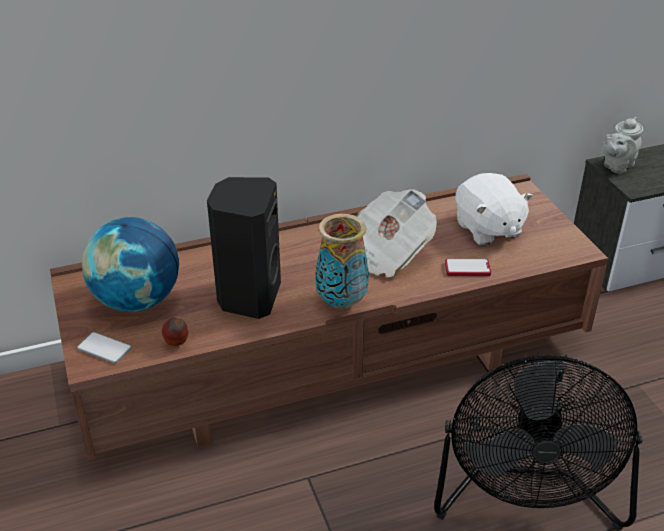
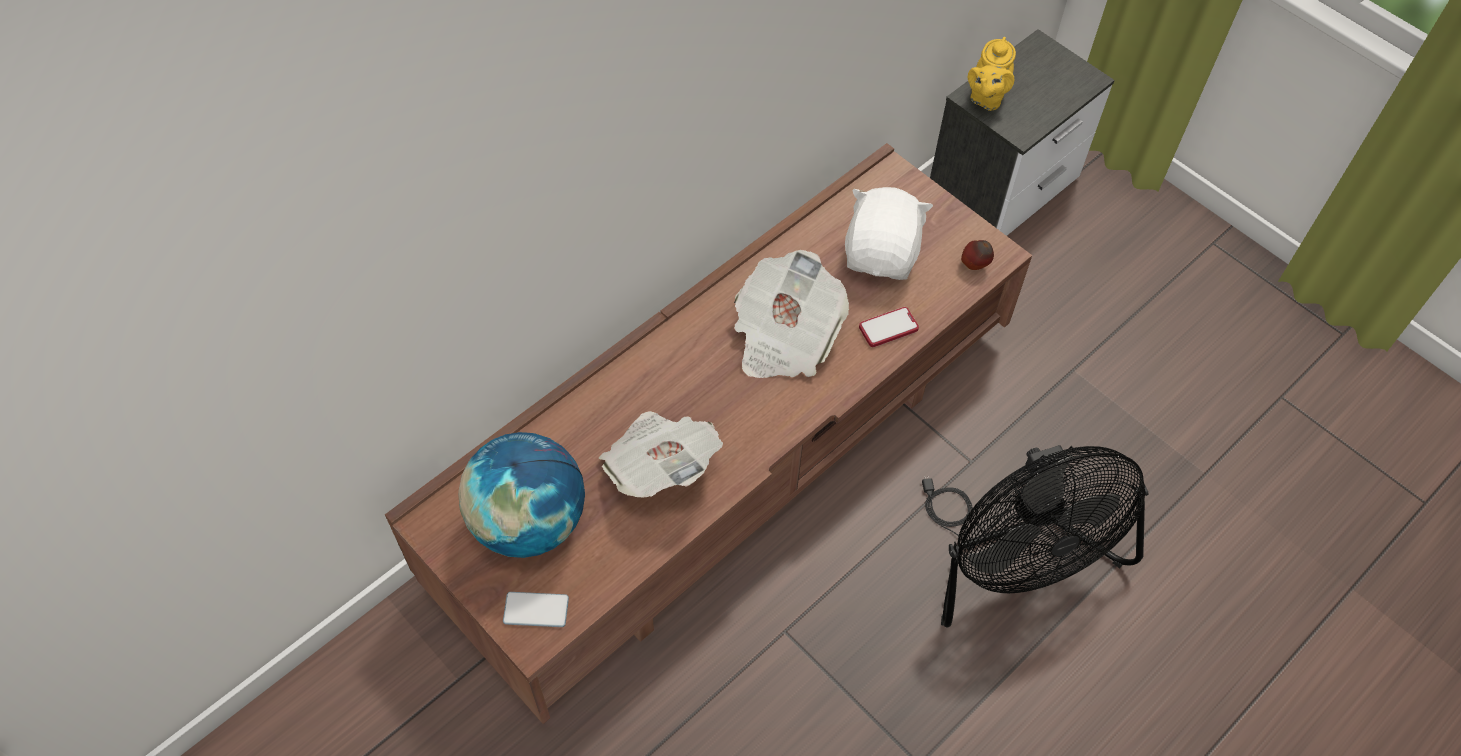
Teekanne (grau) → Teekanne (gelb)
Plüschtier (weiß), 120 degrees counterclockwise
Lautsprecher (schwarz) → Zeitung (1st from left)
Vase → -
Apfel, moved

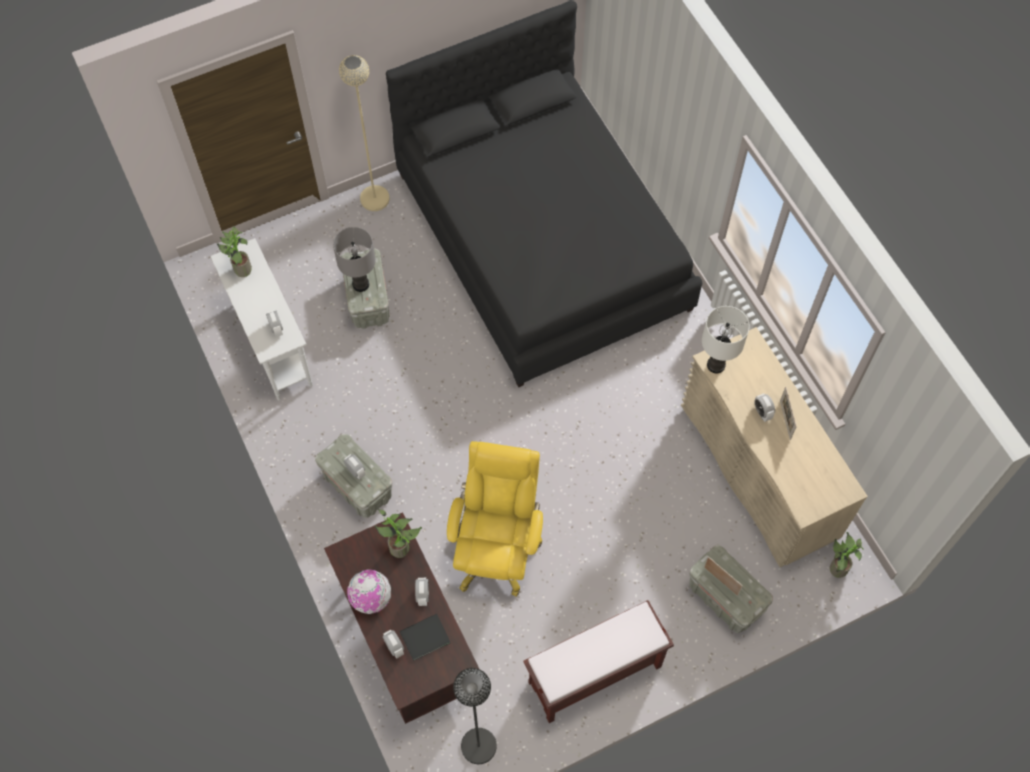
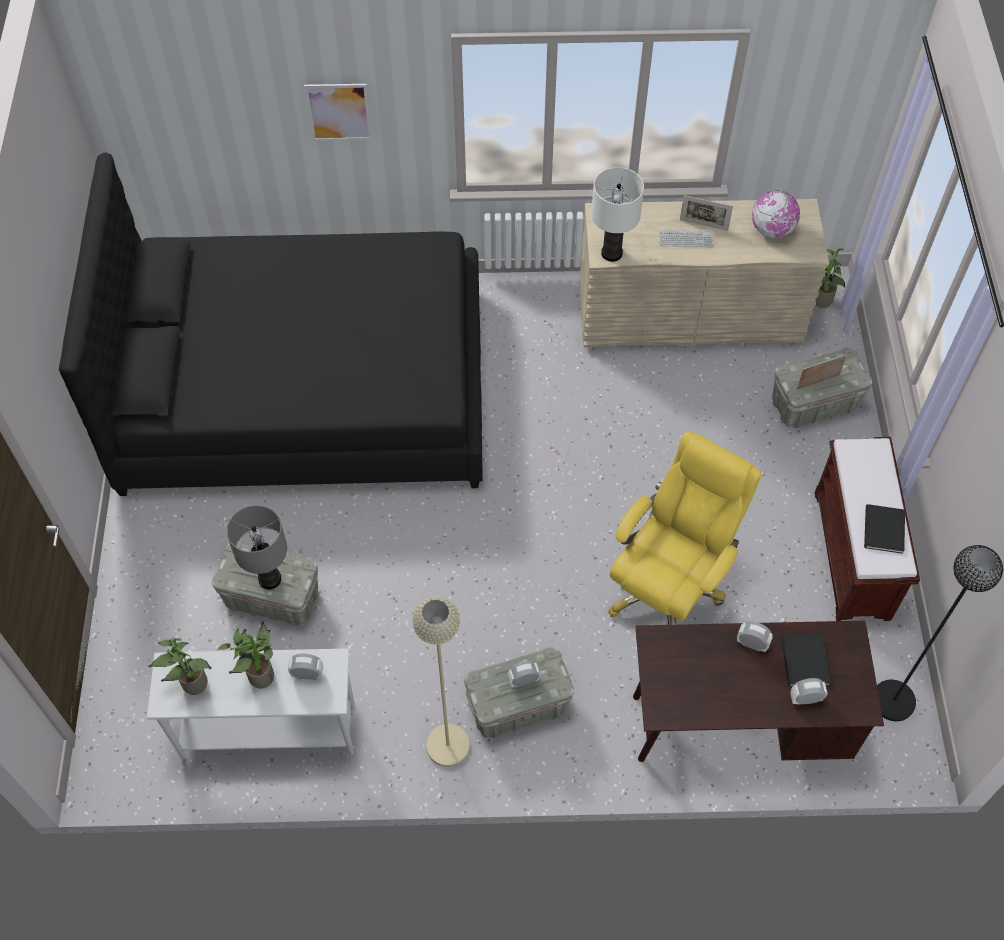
Stehlampe (beige), moved
Wecker (5th from left) → Tastatur
Bürostuhl (gelb), 90 degrees clockwise
Topfpflanze (2nd from left), moved
Globus, moved
- → Bild
- → Buch (schwarz) (2nd from left)

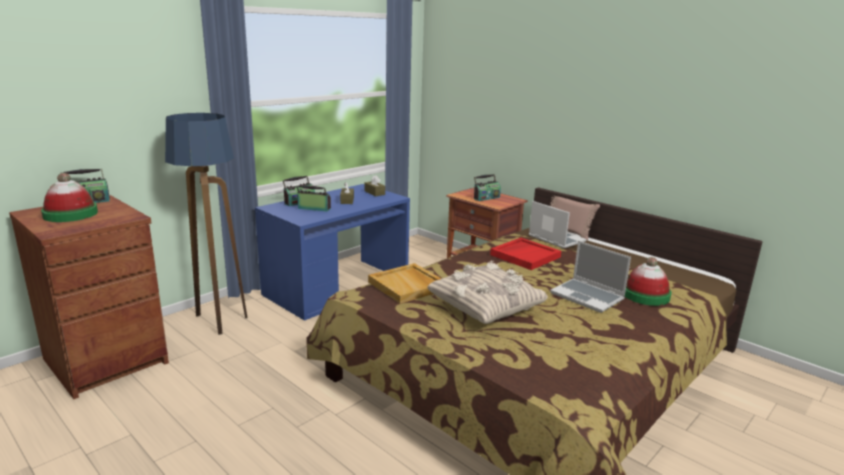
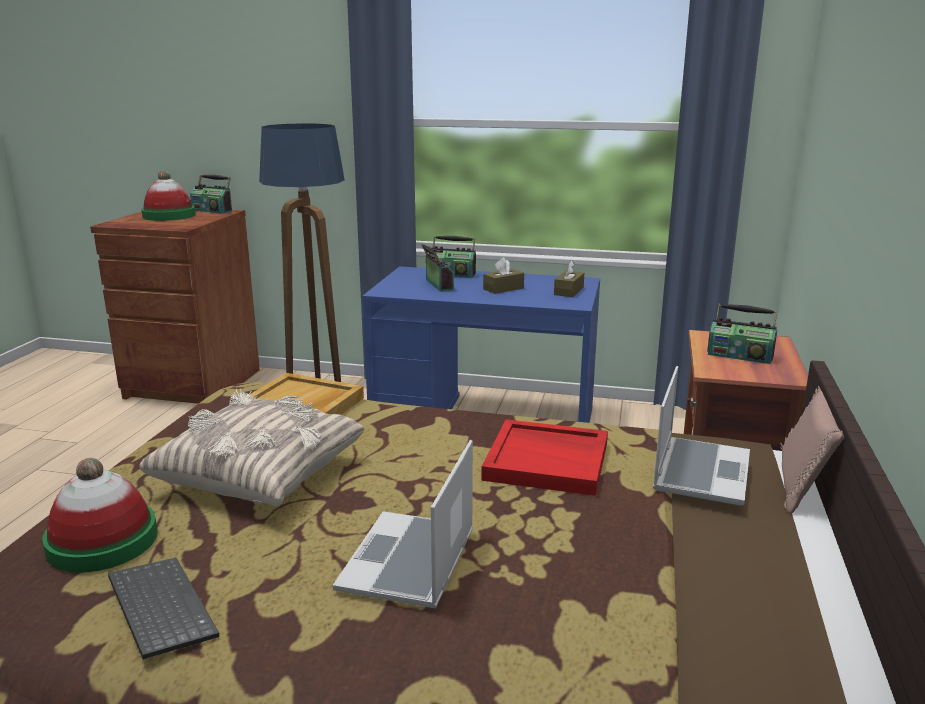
Hut (2nd from left in the first image) → Hut (1st from left), moved
- → Tastatur

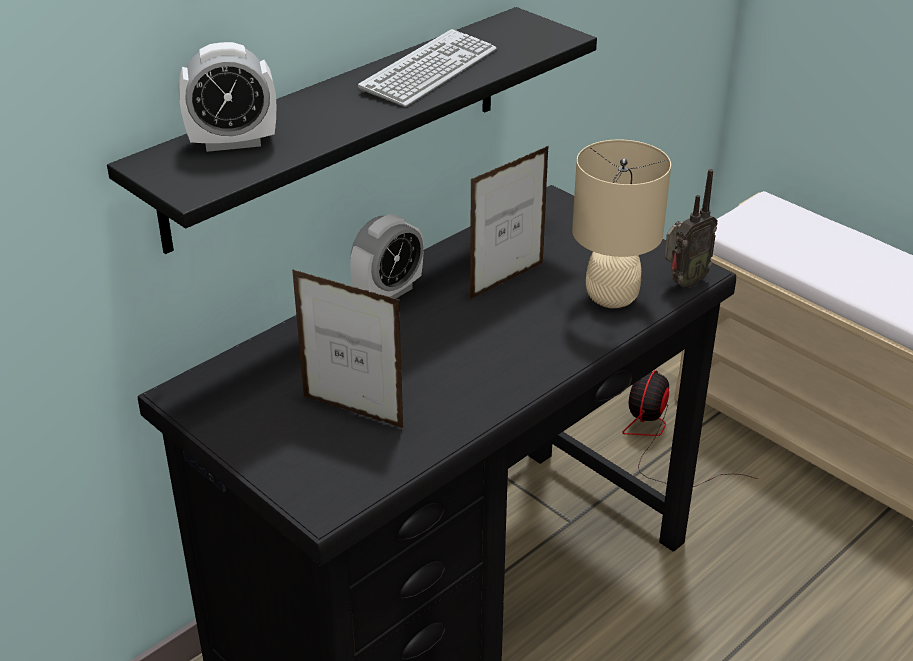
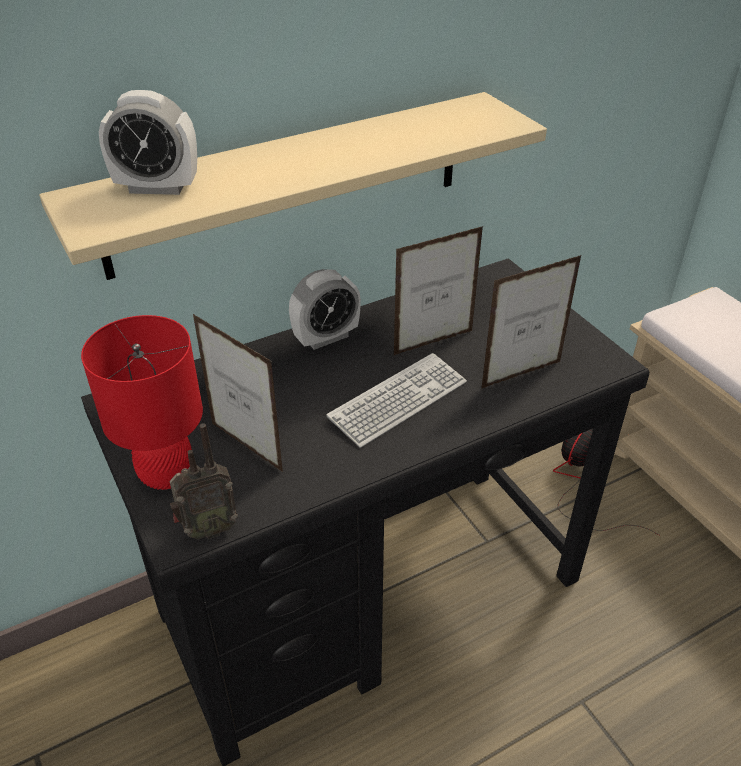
Wandregal (schwarz) → Wandregal (beige)
Tastatur, moved
Tischlampe (beige) → Bilderrahmen (3rd from left)
Radio, moved
- → Tischlampe (rot)

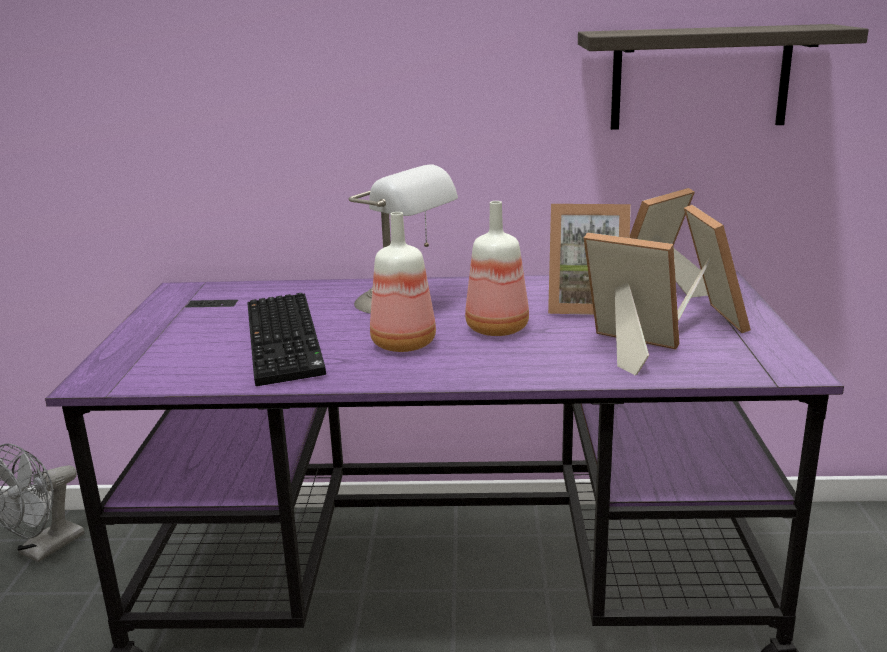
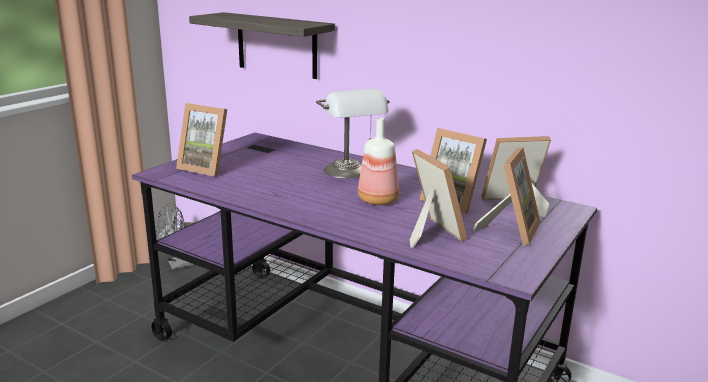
Wandregal, moved
Flasche (1st from left) → -
Tastatur → -
- → Bilderrahmen (1st from left)

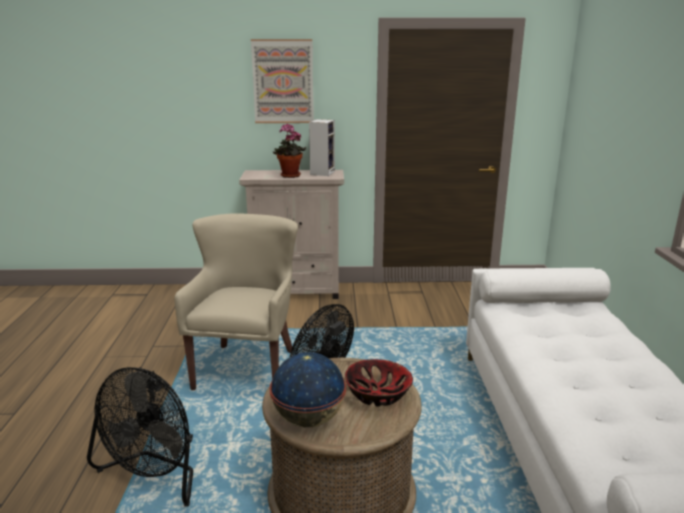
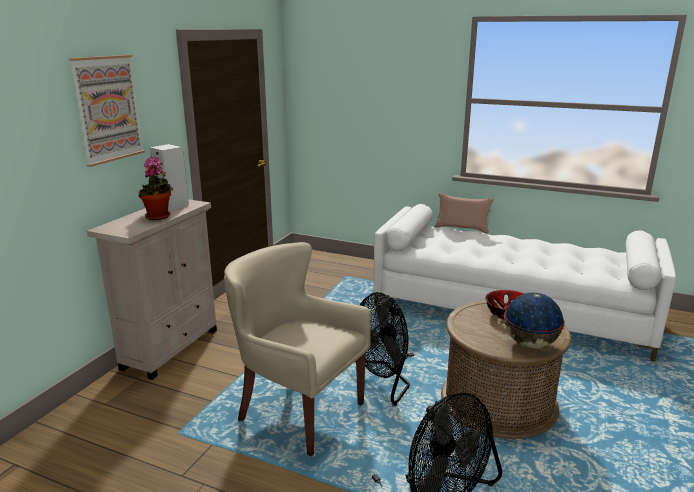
- → Kissen (beige)

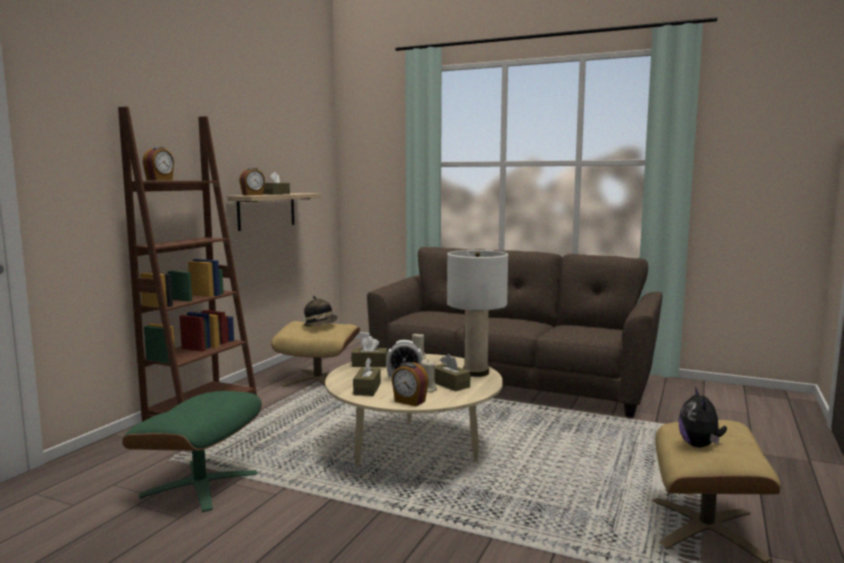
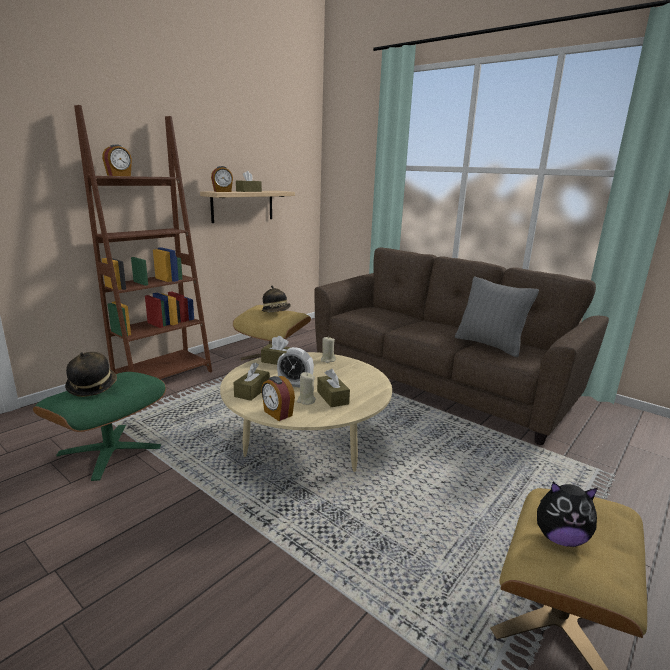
Tischlampe (weiß) → -
Plüschtier, 105 degrees counterclockwise
- → Kissen (grau)
- → Hut (1st from left)

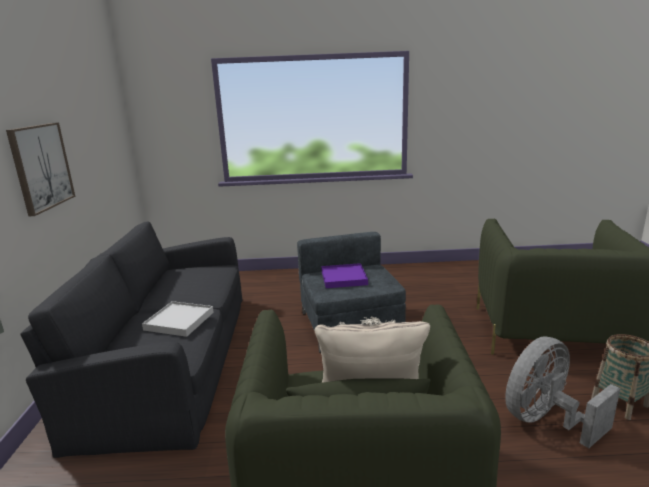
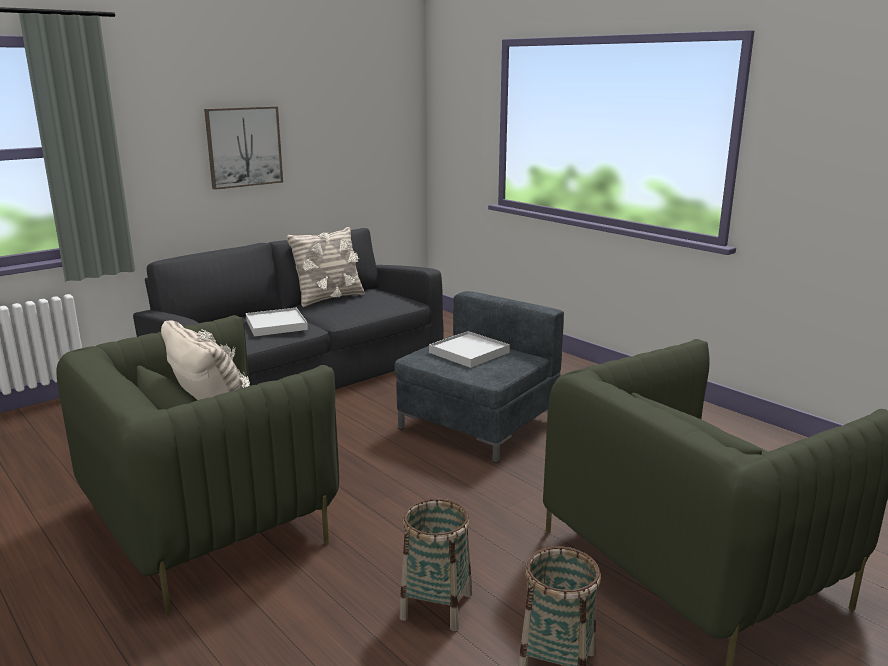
Tablett (lila) → Tablett (weiß) (2nd from left)
Ventilator (grau) → Korb (1st from left)
- → Kissen (beige) (2nd from left)

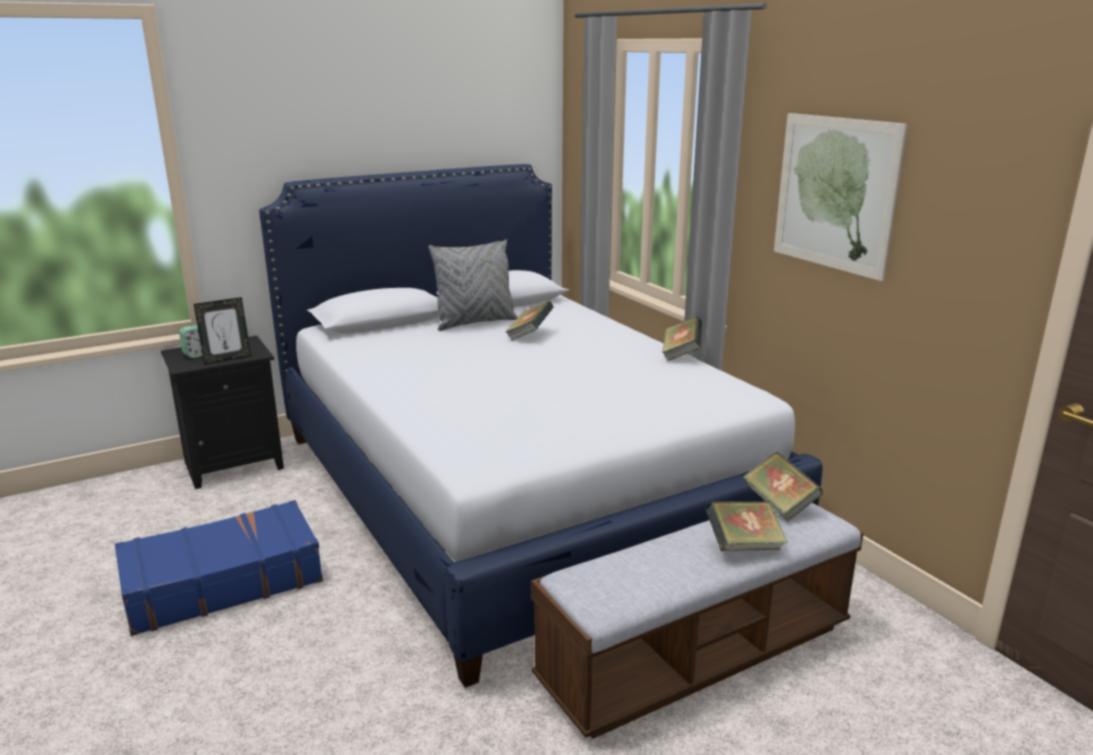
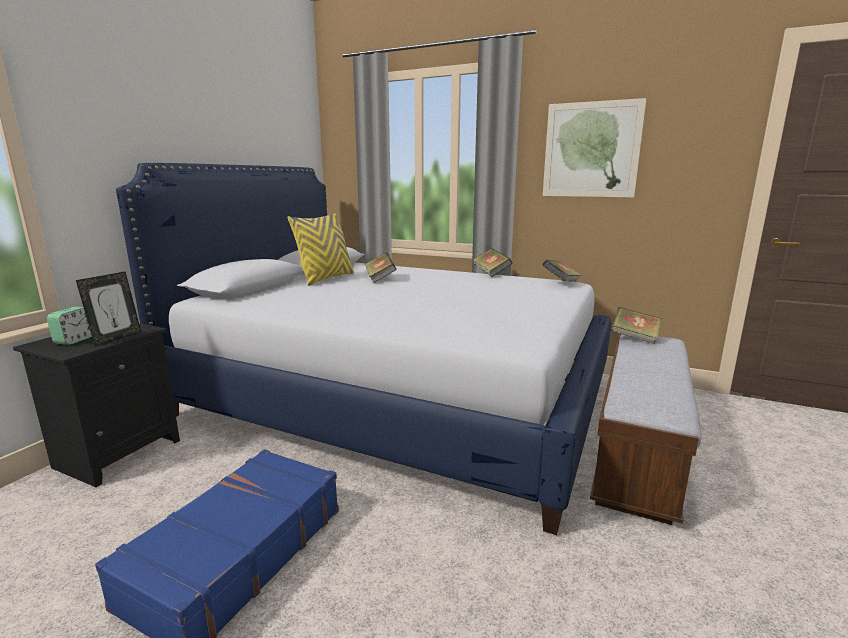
Kissen (grau) → Kissen (gelb)
Buch (3rd from left), moved

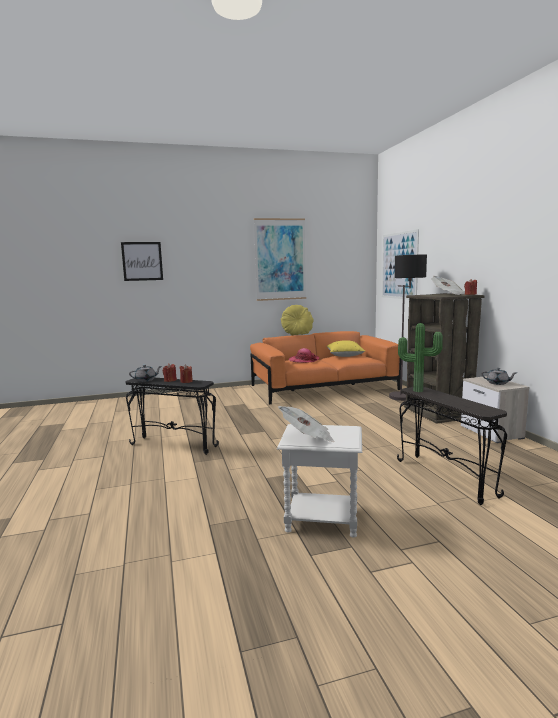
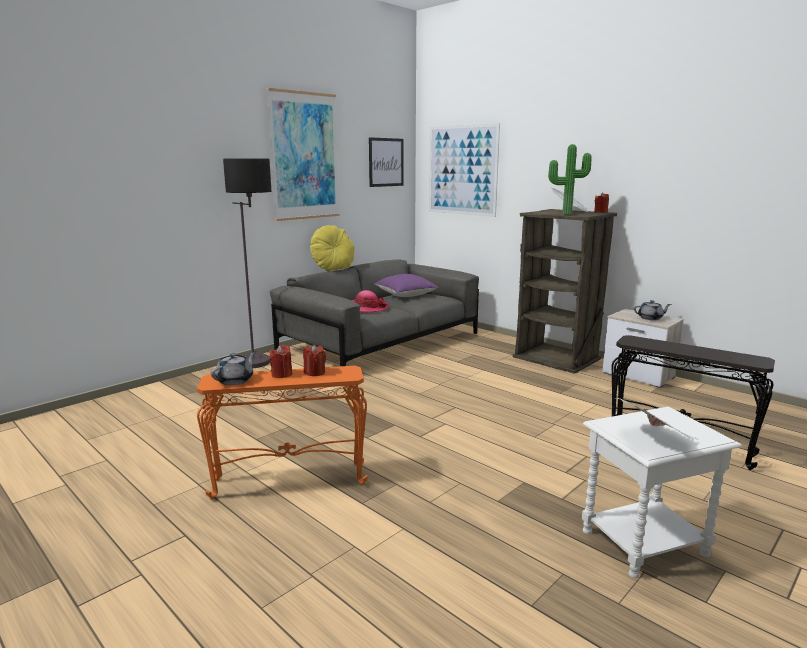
Bild (1st from left in the first image) → Bild (2nd from left), moved
Stehlampe (schwarz), moved
Topfpflanze, moved
Sofa (orange) → Sofa (grau)
Kissen (gelb) (2nd from left) → Kissen (lila)
Beistelltisch (schwarz) (1st from left) → Beistelltisch (orange)

